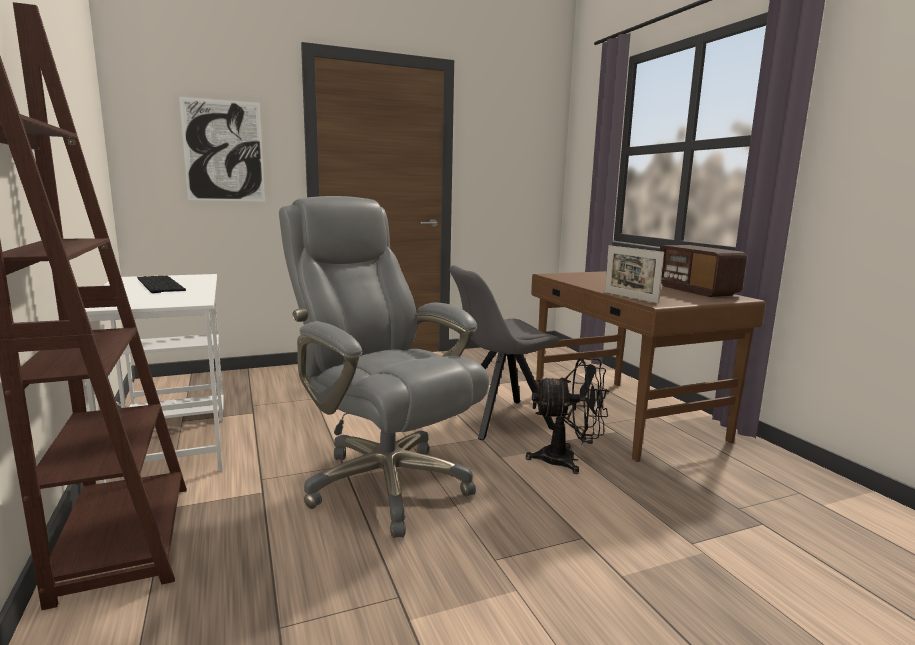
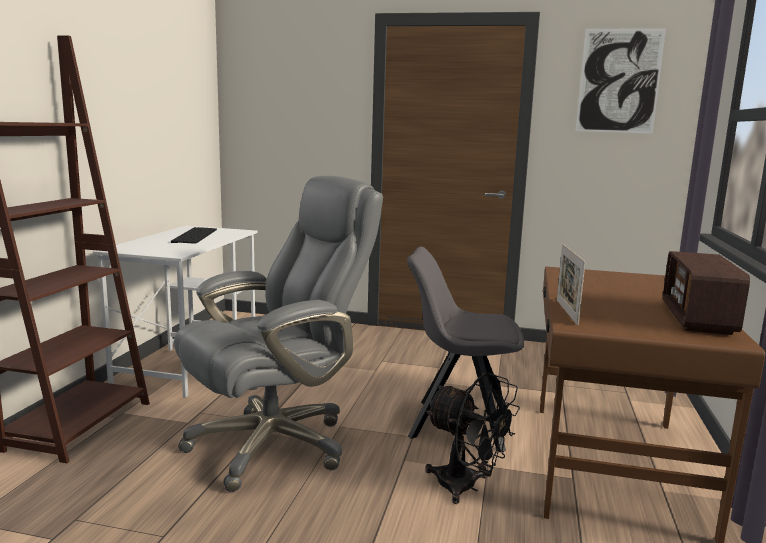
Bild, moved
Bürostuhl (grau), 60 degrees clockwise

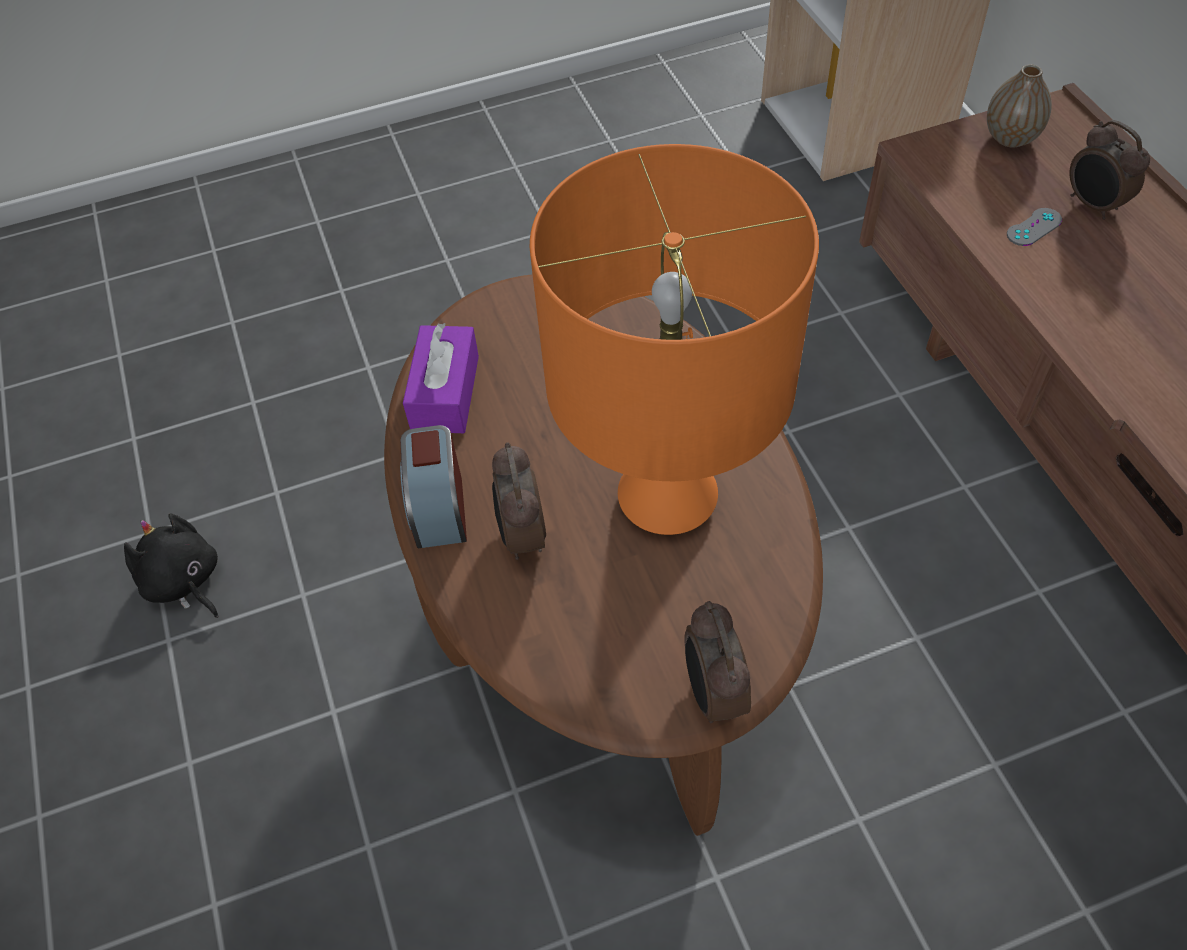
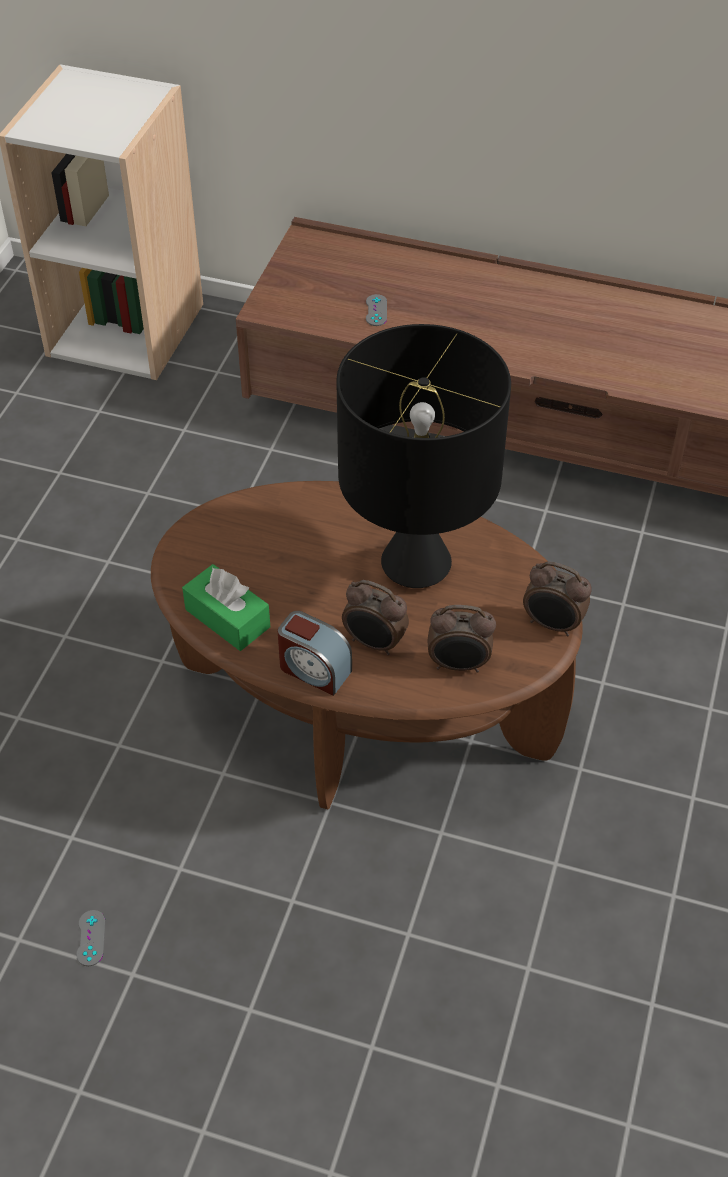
Vase → -
Wecker (4th from left in the first image) → Wecker (3rd from left), moved
Tischlampe (orange) → Tischlampe (schwarz)
Taschentuchbox (lila) → Taschentuchbox (grün)
Plüschtier (schwarz) → Gamepad (grau) (1st from left)

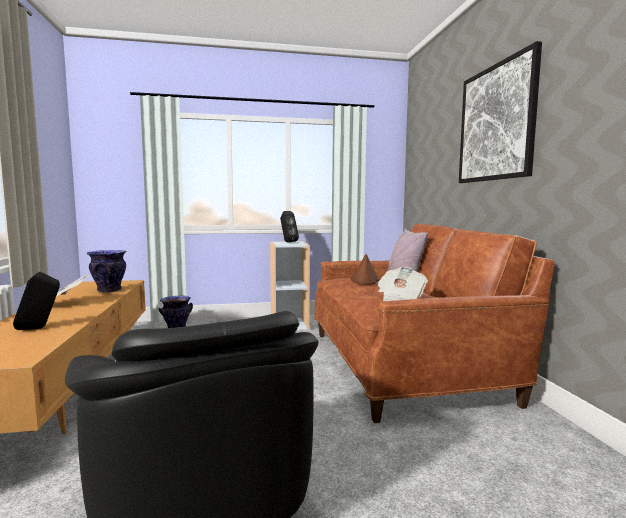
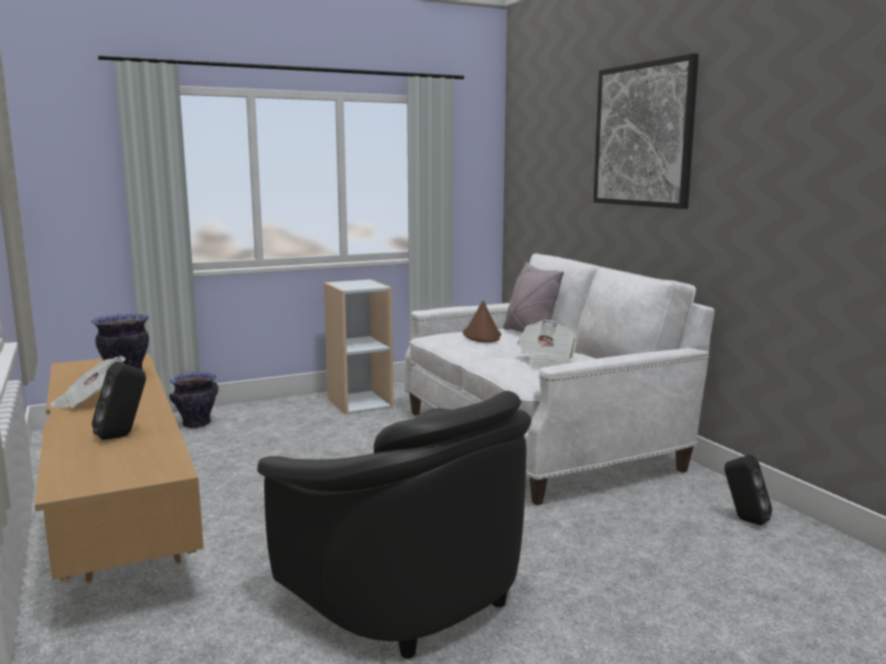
Lautsprecher (schwarz) (2nd from left), moved
Sofa (braun) → Sofa (weiß)

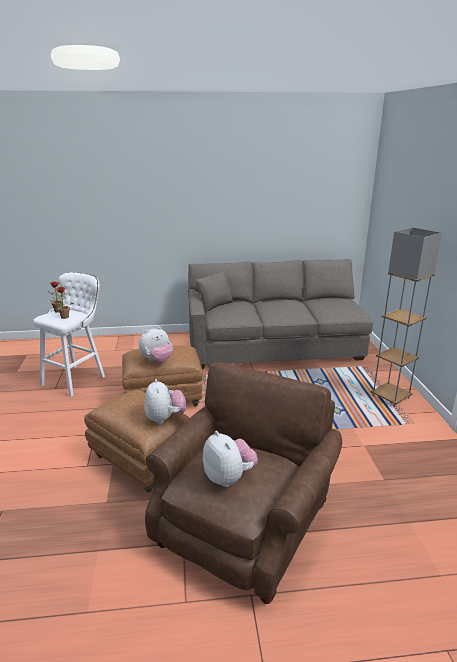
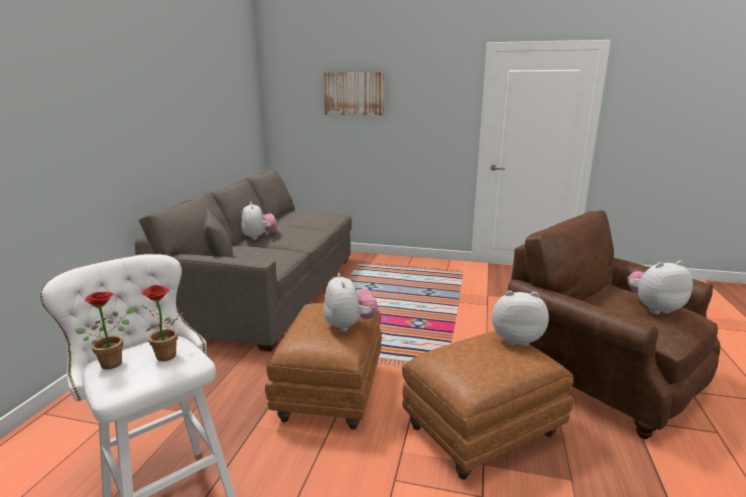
Stehlampe (grau) → -
- → Bild
- → Plüschtier (1st from left)

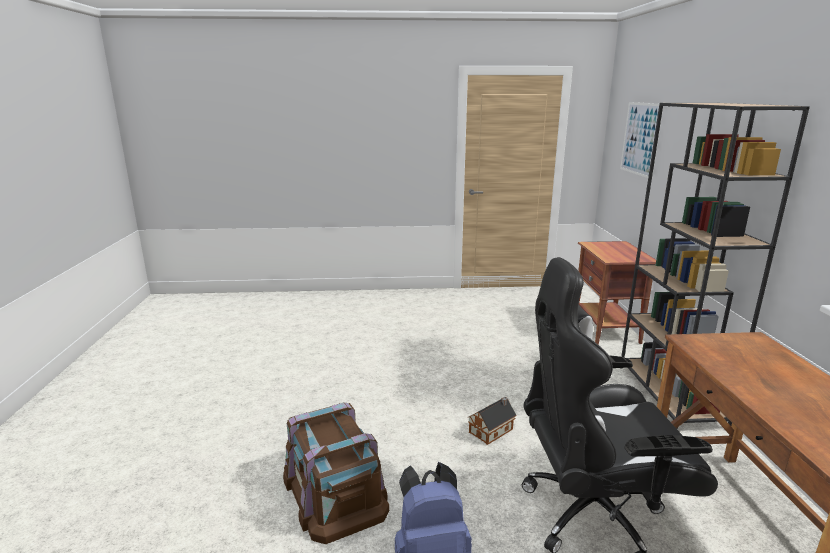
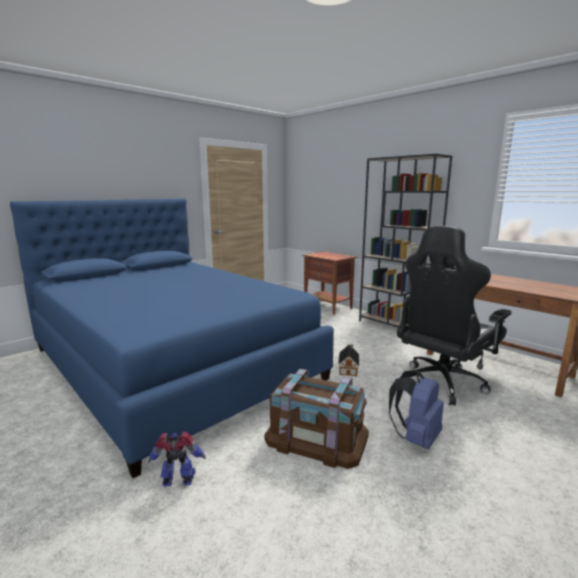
Bild → -
- → Bett (blau)
- → Spielzeugroboter

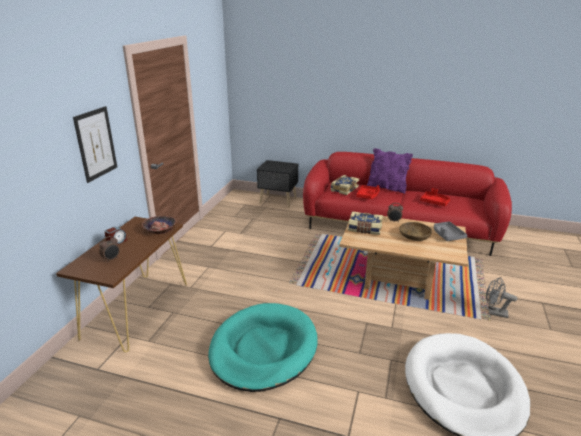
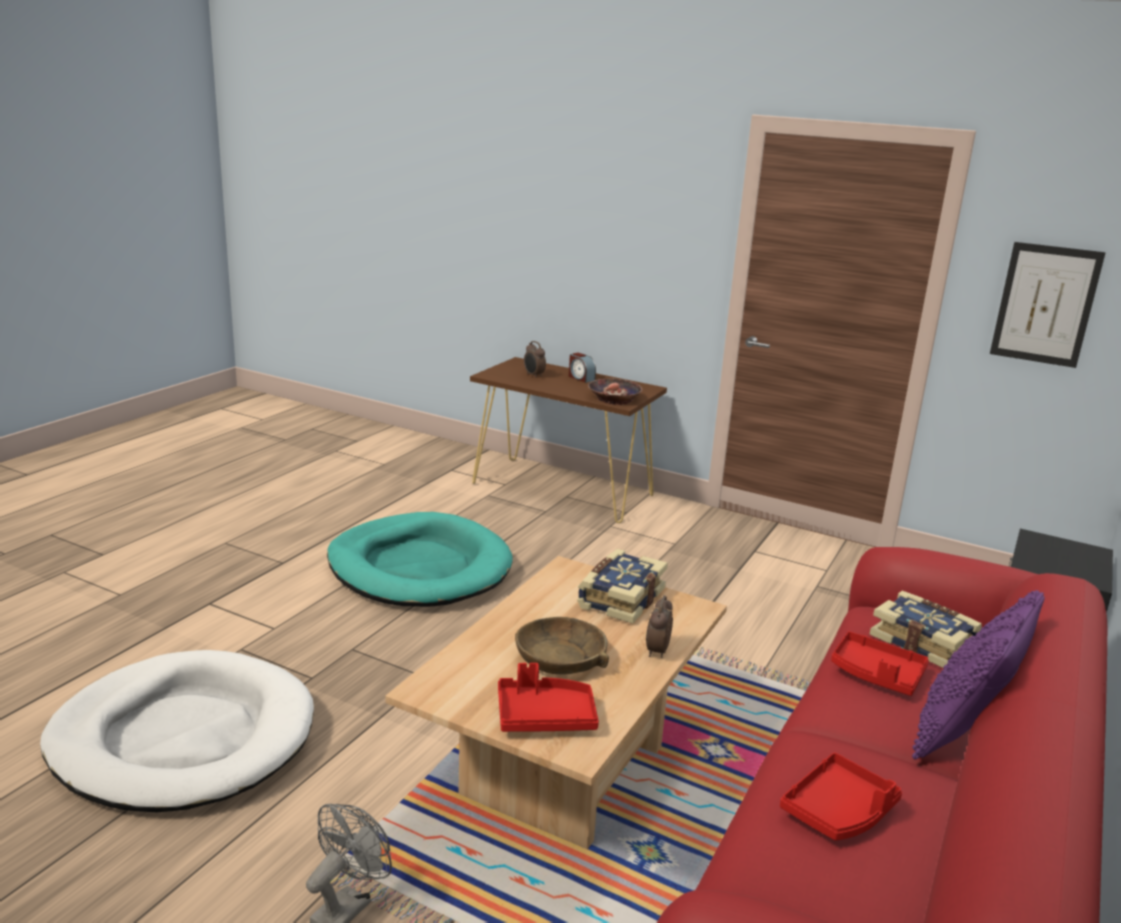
Bild, moved
Tablett (grau) → Tablett (rot) (1st from left)

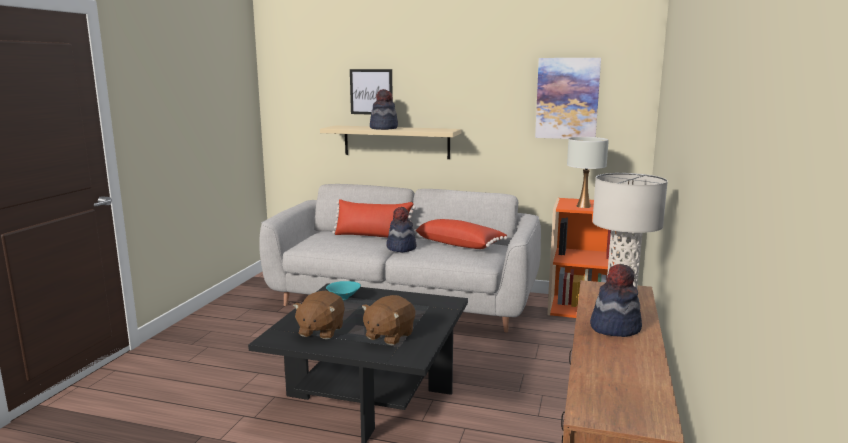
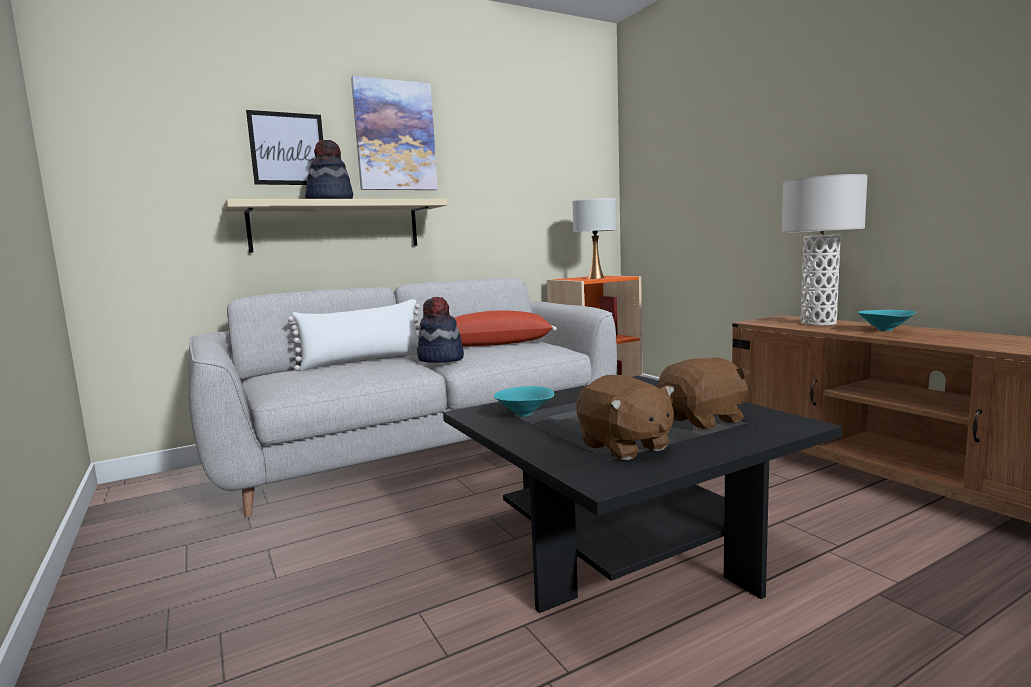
Bild (2nd from left), moved
Kissen (rot) (1st from left) → Kissen (weiß)
Hut (3rd from left) → Schüssel (türkis) (2nd from left)
Plüschtier (braun) (2nd from left), 105 degrees counterclockwise

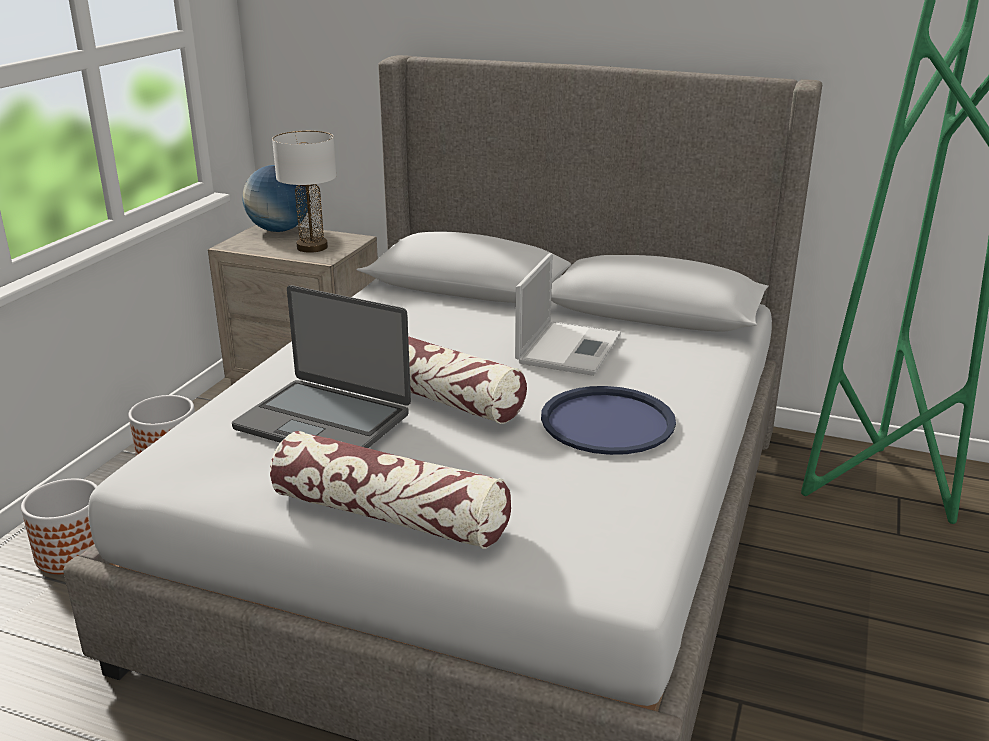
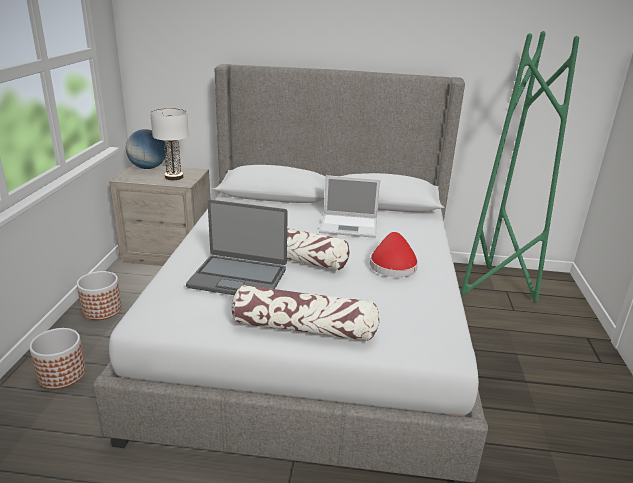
Laptop (2nd from left), 90 degrees clockwise
Tablett (blau) → Hut (rot)

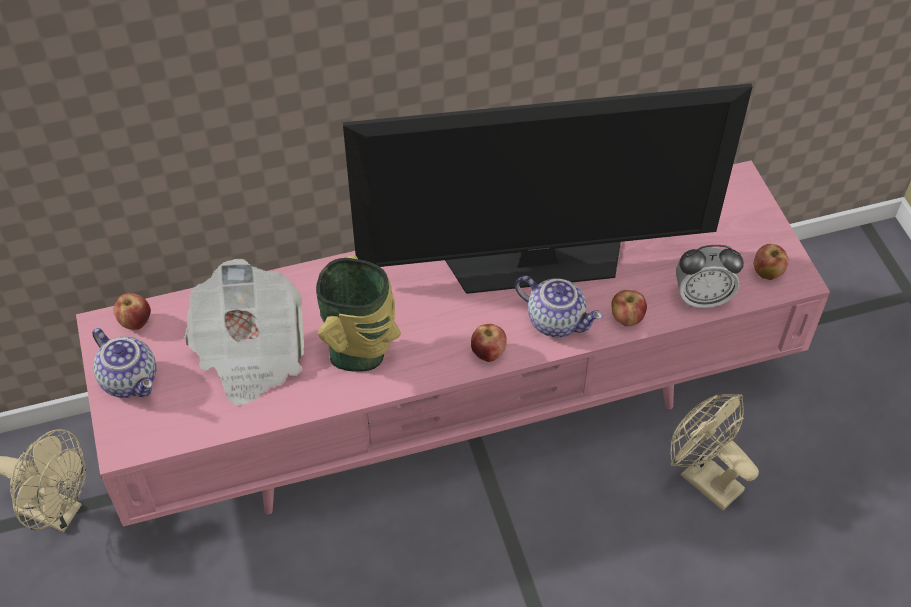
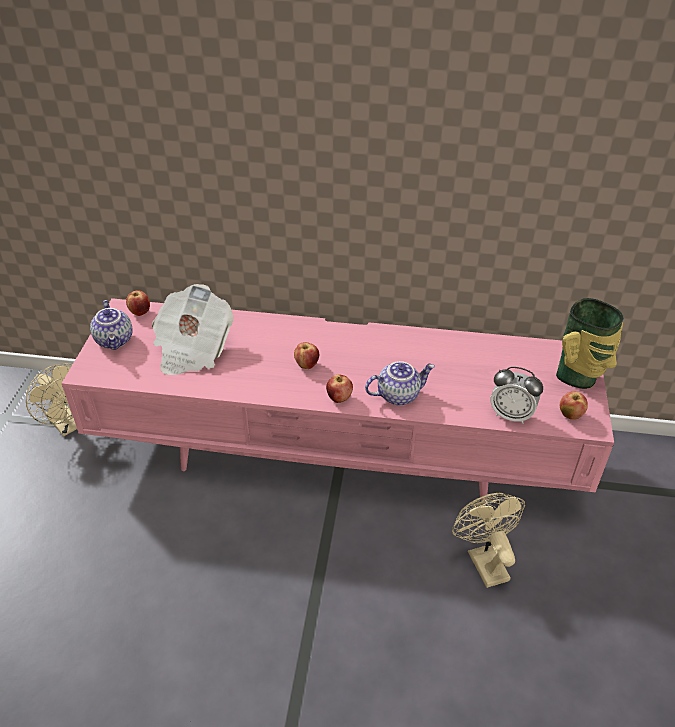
Fernseher → -
Vase, moved
Teekanne (2nd from left), 75 degrees counterclockwise
Apfel (3rd from left in the first image) → Apfel (2nd from left), moved

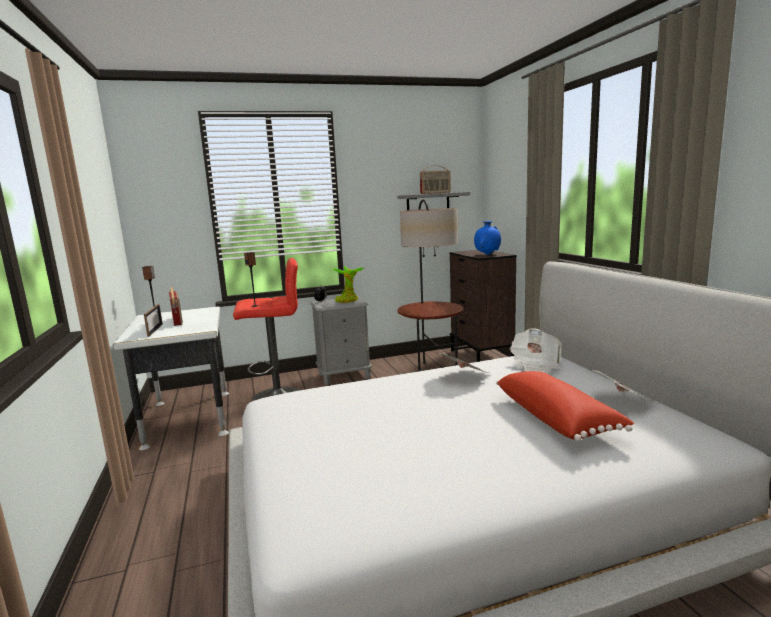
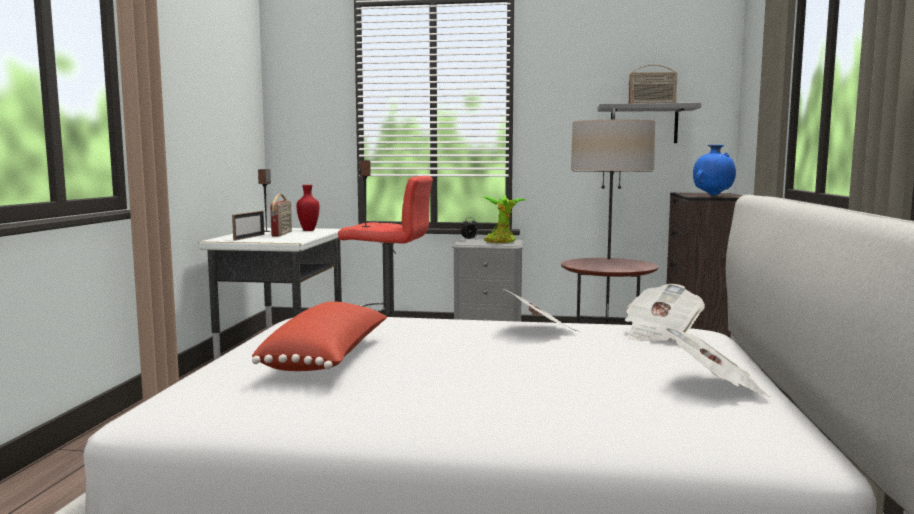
Kissen (rot), moved
- → Vase (rot)

